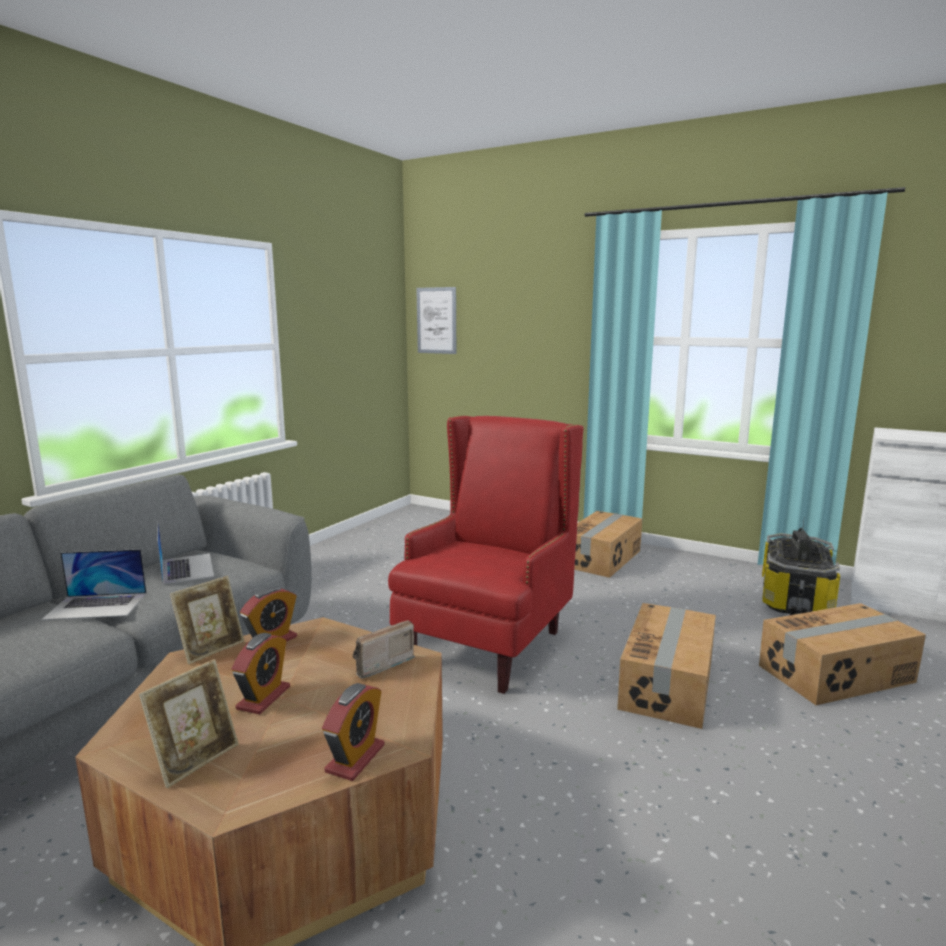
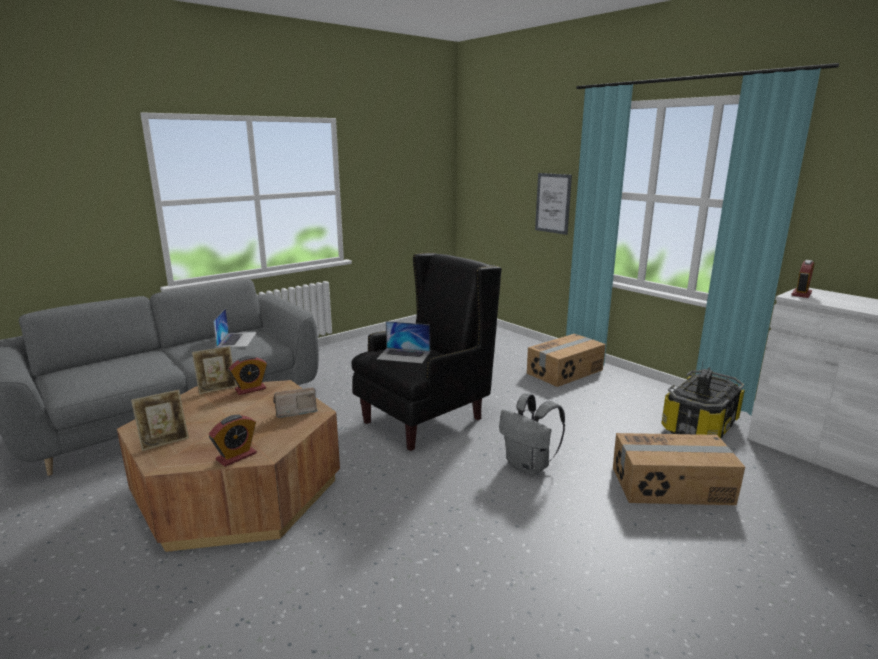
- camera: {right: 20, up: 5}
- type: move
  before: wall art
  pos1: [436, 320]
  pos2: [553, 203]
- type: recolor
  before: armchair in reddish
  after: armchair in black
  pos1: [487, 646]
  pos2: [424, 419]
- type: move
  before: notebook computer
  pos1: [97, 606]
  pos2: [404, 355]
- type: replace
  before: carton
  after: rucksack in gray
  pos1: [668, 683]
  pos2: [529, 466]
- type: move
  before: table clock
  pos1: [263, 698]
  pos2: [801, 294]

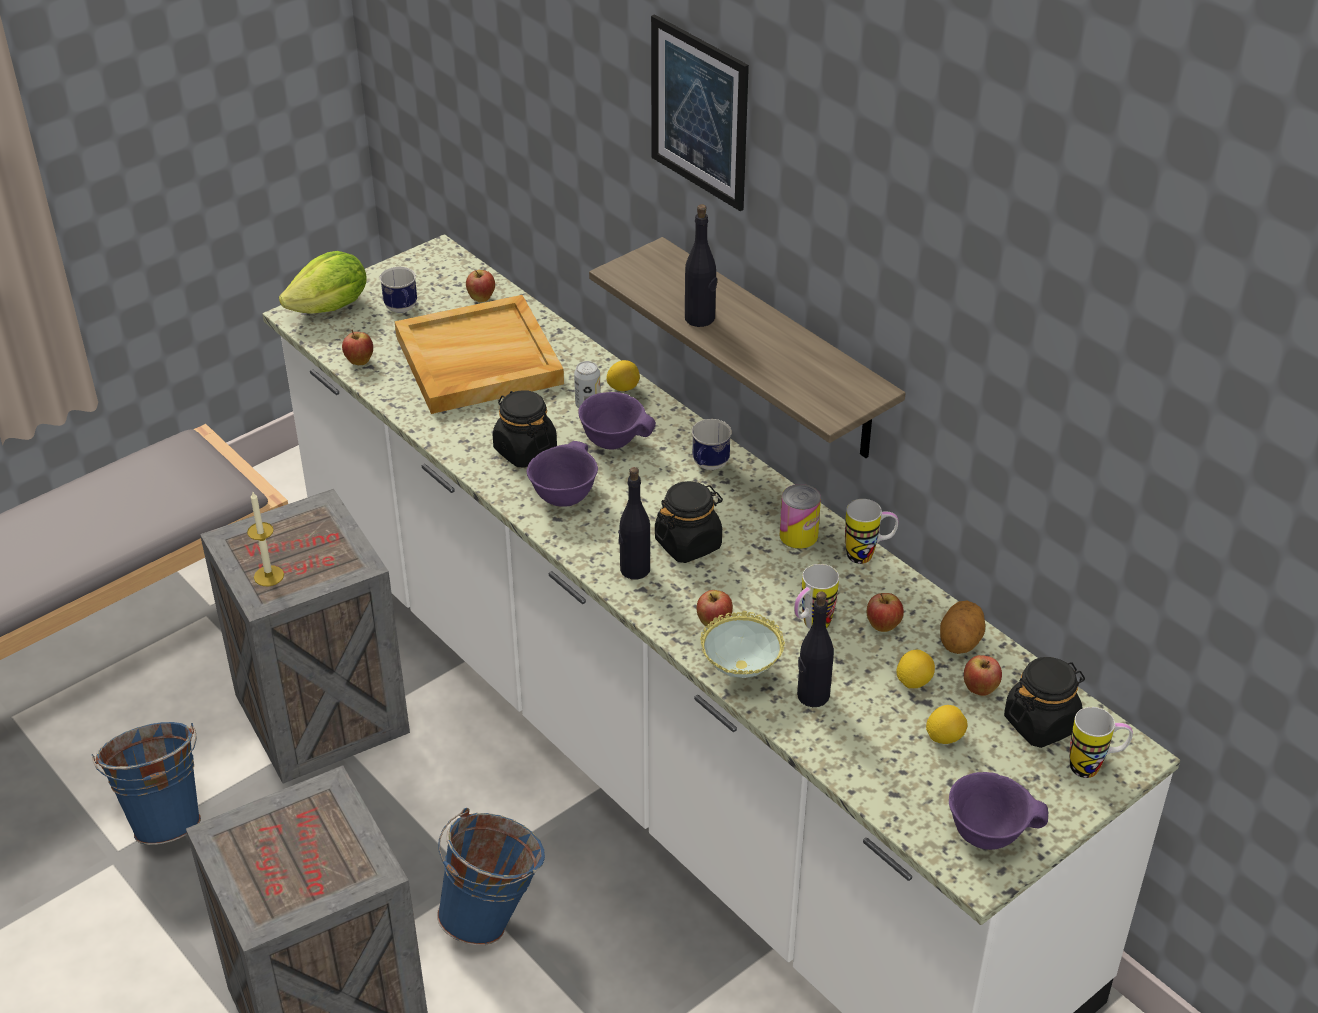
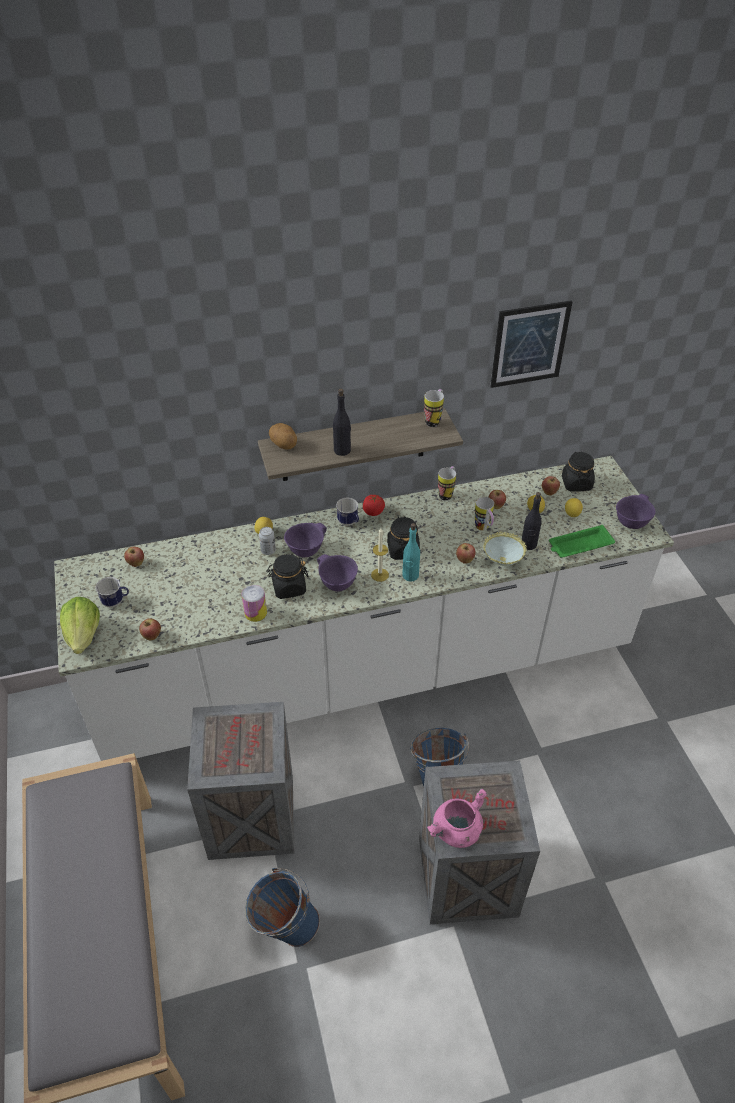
- camera: {right: -65, up: 5}
- type: move
  before: wall art
  pos1: [699, 112]
  pos2: [529, 344]
- type: delete
  before: tray in beige
  pos1: [477, 361]
- type: recolor
  before: beverage bottle in black
  after: beverage bottle in blue-green
  pos1: [634, 569]
  pos2: [410, 575]
- type: move
  before: can
  pos1: [798, 535]
  pos2: [255, 613]
- type: move
  before: wax light
  pos1: [269, 576]
  pos2: [380, 575]
- type: move
  before: potato
  pos1: [960, 642]
  pos2: [284, 445]
- type: move
  before: tea mug
  pos1: [1094, 767]
  pos2: [434, 420]
- type: insert
  after: tomato
  pos2: [373, 511]
- type: insert
  after: tray in greenish
  pos2: [579, 545]
- type: insert
  after: stockpot in pink
  pos2: [456, 830]

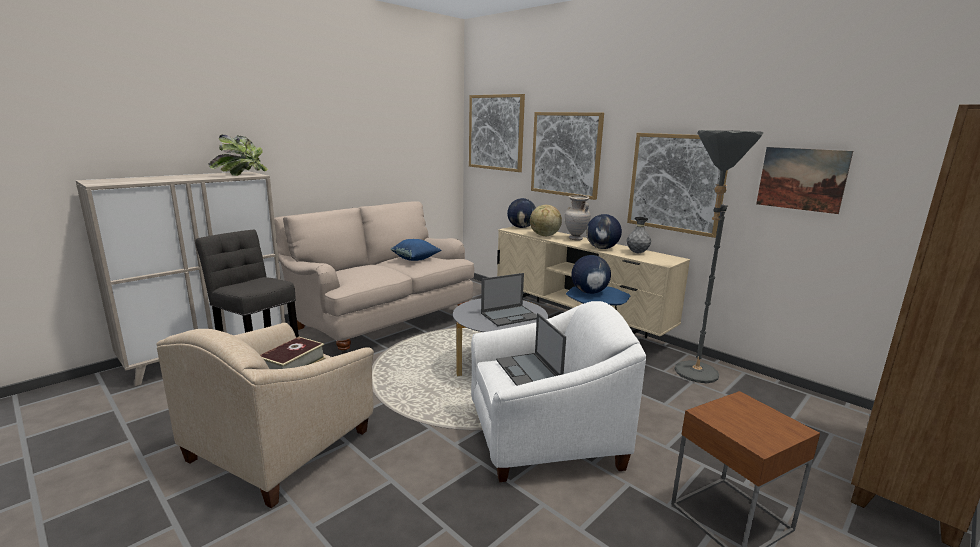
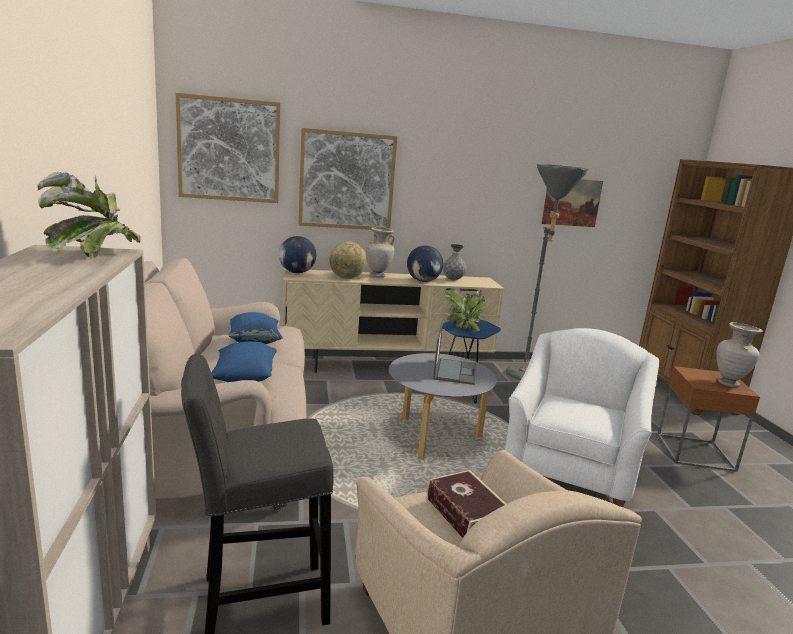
- camera: {right: -55, up: 0}
- type: delete
  before: wall art
  pos1: [676, 183]
- type: replace
  before: desk globe
  after: plant in a pot
  pos1: [589, 292]
  pos2: [463, 327]
- type: delete
  before: notebook computer
  pos1: [529, 371]
- type: insert
  after: vase in beige
  pos2: [729, 384]
- type: insert
  after: pillow in bluish
  pos2: [244, 378]

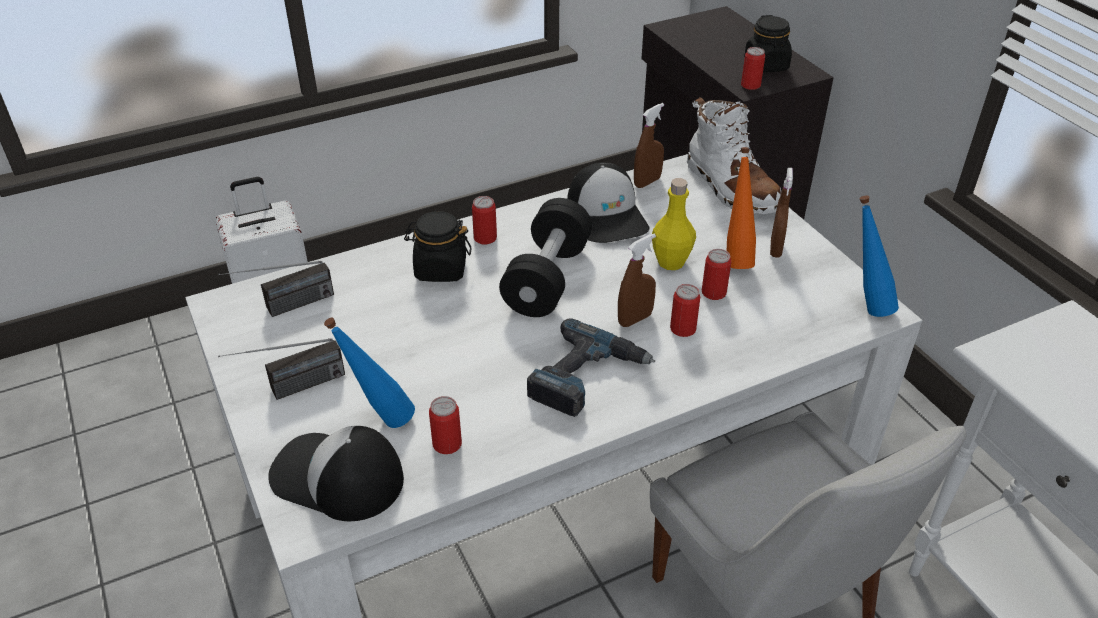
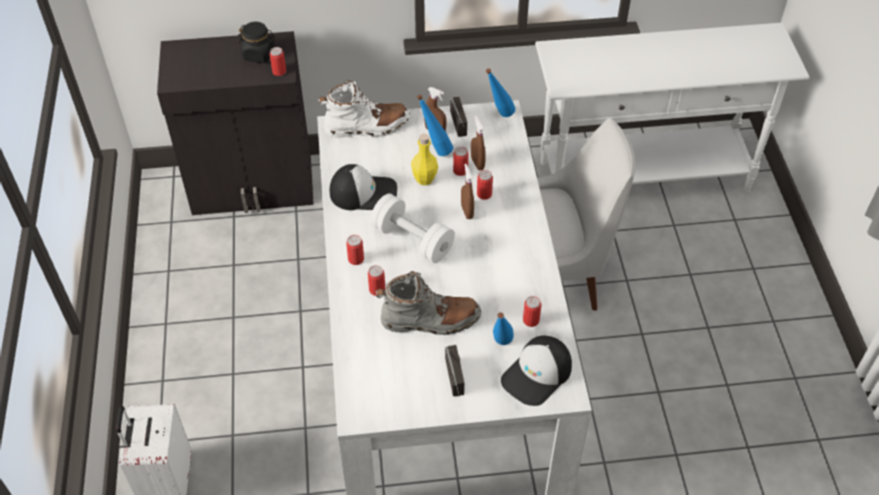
- camera: {right: -70, up: 10}
- type: move
  before: hand sprayer in brownish
  pos1: [647, 182]
  pos2: [477, 163]
- type: recolor
  before: beverage bottle in orange-coloured
  after: beverage bottle in bluish
  pos1: [736, 258]
  pos2: [435, 150]
- type: recolor
  before: free weight in black
  after: free weight in white-coloured
  pos1: [547, 279]
  pos2: [412, 240]
- type: replace
  before: jar in black
  after: can
  pos1: [440, 269]
  pos2: [377, 289]
- type: move
  before: radio receiver
  pos1: [284, 308]
  pos2: [461, 130]
- type: delete
  before: drill
  pos1: [587, 377]
- type: insert
  after: tall boot in gray
  pos2: [430, 320]

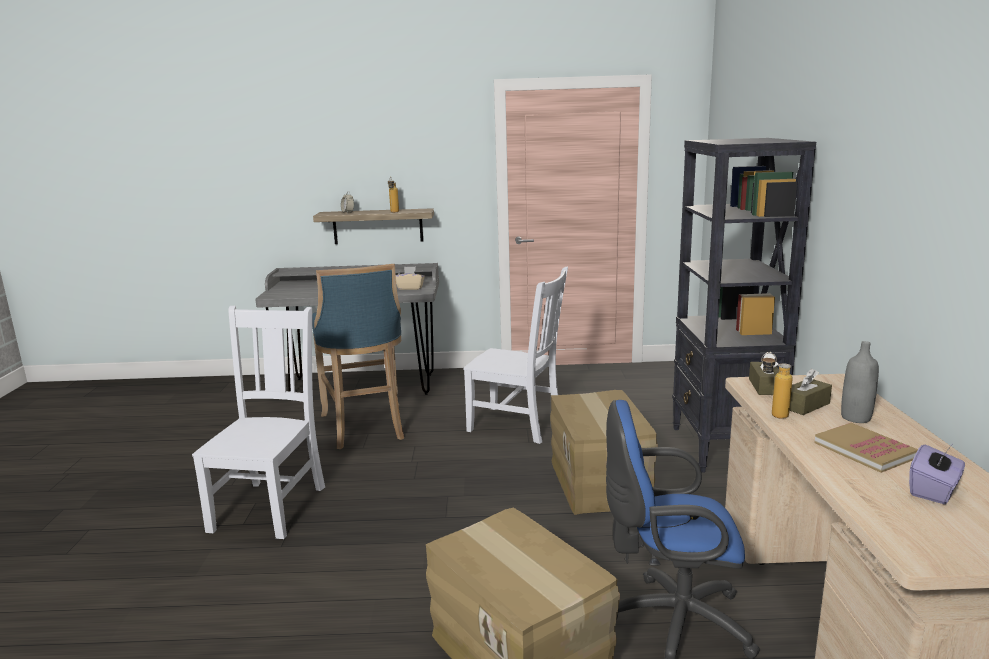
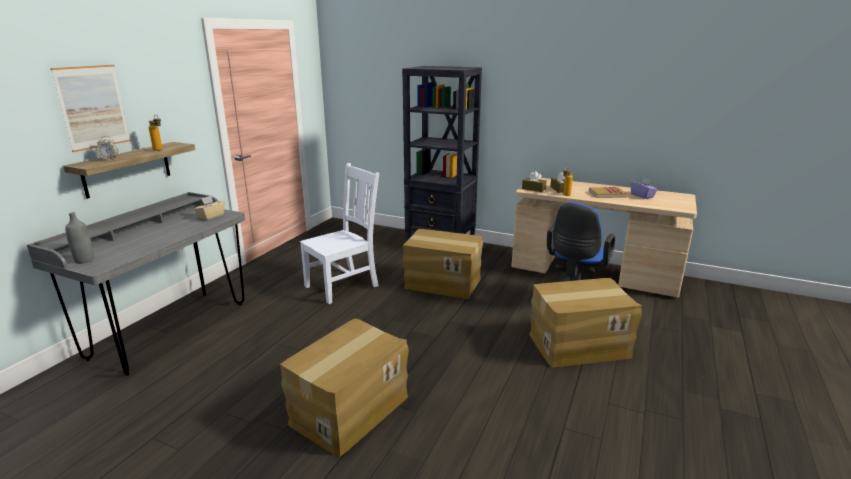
- camera: {right: -65, up: 5}
- type: delete
  before: sitting stool in bluish
  pos1: [365, 427]
- type: replace
  before: chair in white-coloured
  after: carton
  pos1: [271, 506]
  pos2: [348, 409]
- type: move
  before: beverage bottle in gray
  pos1: [856, 418]
  pos2: [84, 260]
- type: insert
  after: wall art
  pos2: [93, 107]

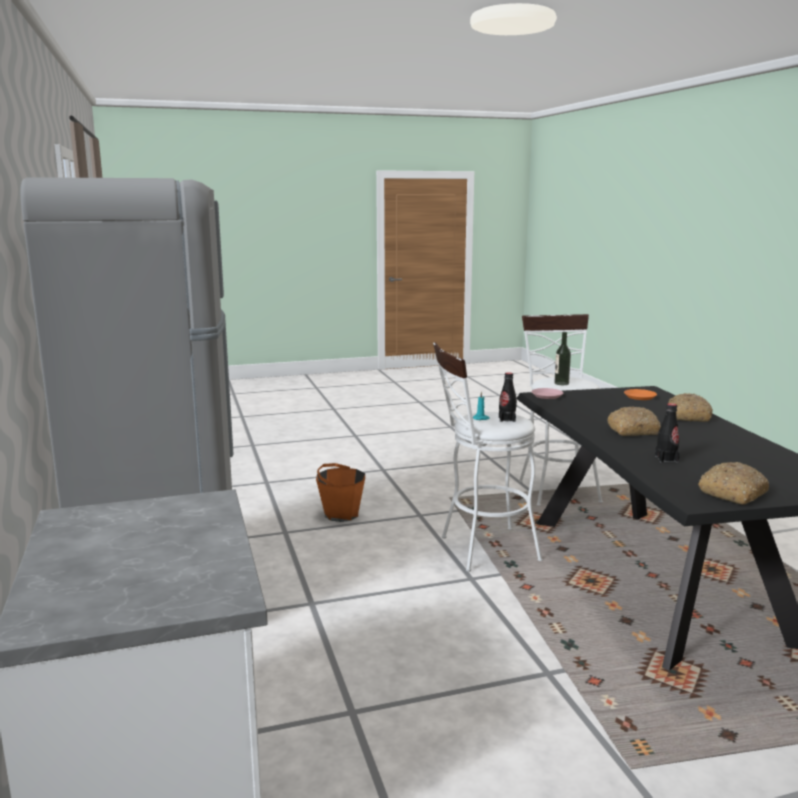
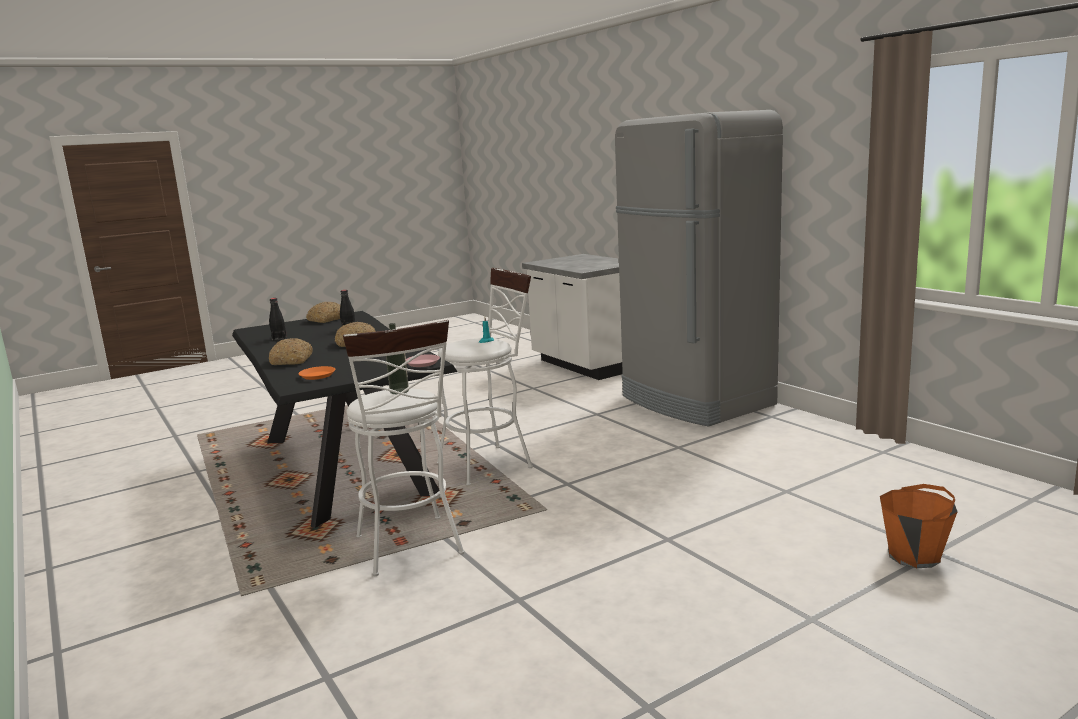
- camera: {right: 165, up: 0}
- type: move
  before: beverage bottle in black
  pos1: [507, 419]
  pos2: [279, 338]
- type: move
  before: bucket in orange-coloured
  pos1: [341, 514]
  pos2: [914, 556]

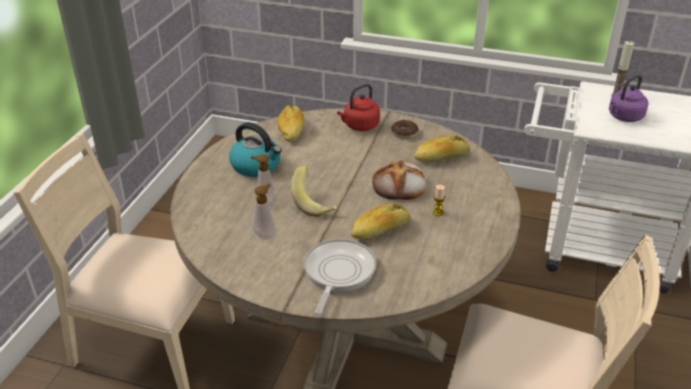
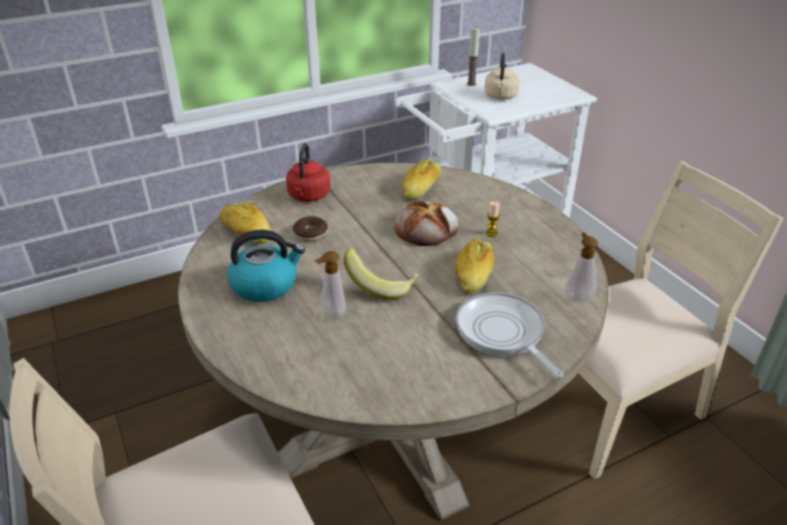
- camera: {right: -45, up: 0}
- type: recolor
  before: tea kettle in purple-coloured
  after: tea kettle in beige
  pos1: [624, 117]
  pos2: [500, 97]
- type: move
  before: doughnut
  pos1: [404, 133]
  pos2: [310, 233]
- type: move
  before: liquid soap bottle
  pos1: [266, 235]
  pos2: [577, 296]

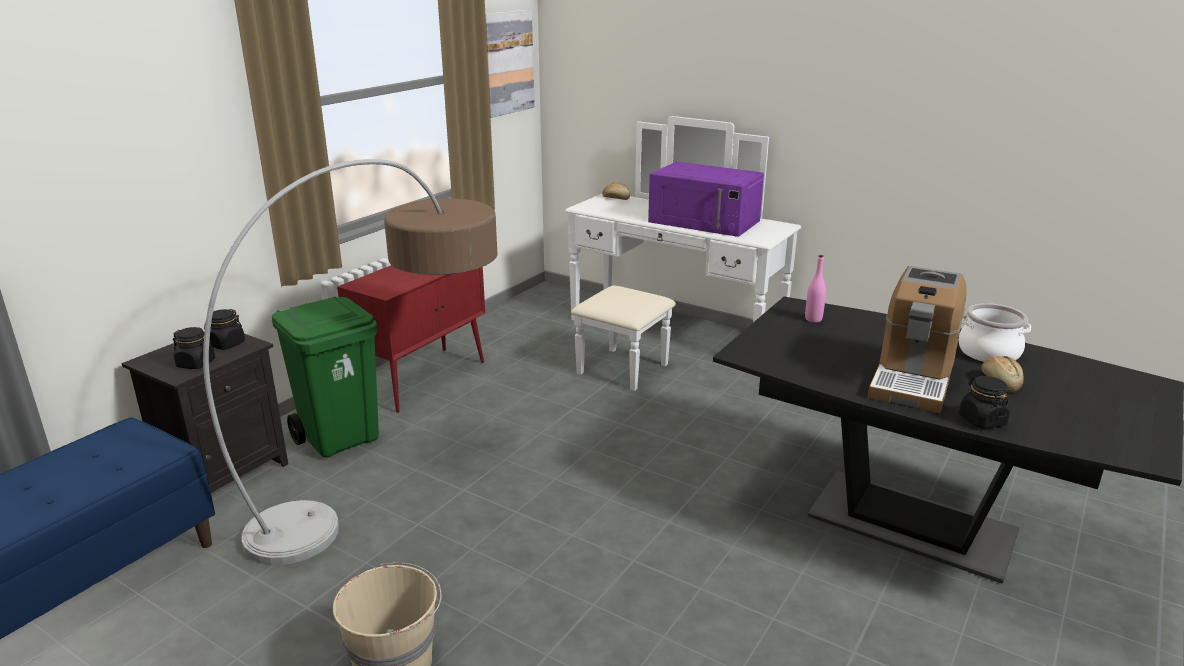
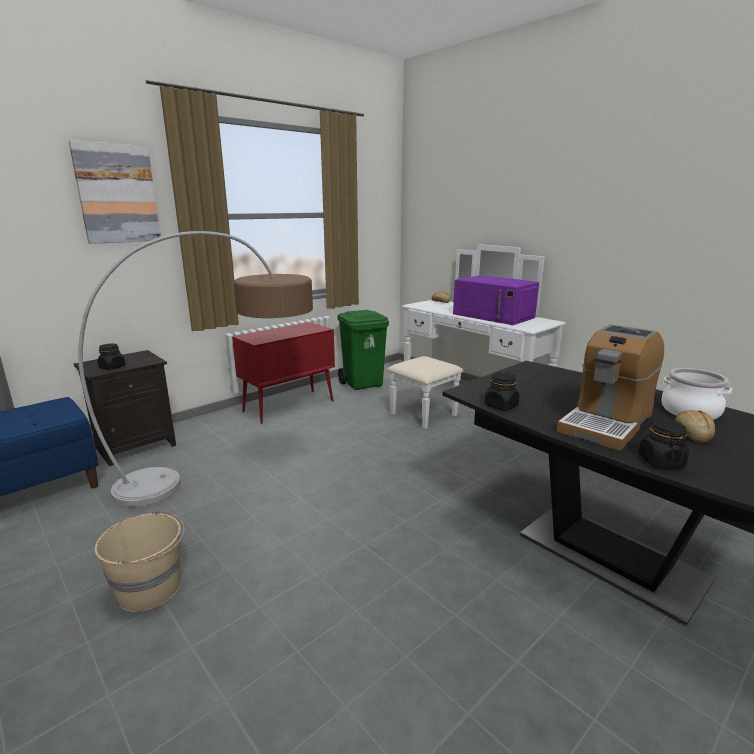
- camera: {right: 15, up: -5}
- type: move
  before: wall art
  pos1: [507, 63]
  pos2: [117, 194]
- type: delete
  before: beverage bottle in pink
  pos1: [813, 319]
- type: move
  before: rubbish bin in greenish
  pos1: [341, 438]
  pos2: [363, 384]
- type: move
  before: jar in black
  pos1: [226, 344]
  pos2: [501, 406]

